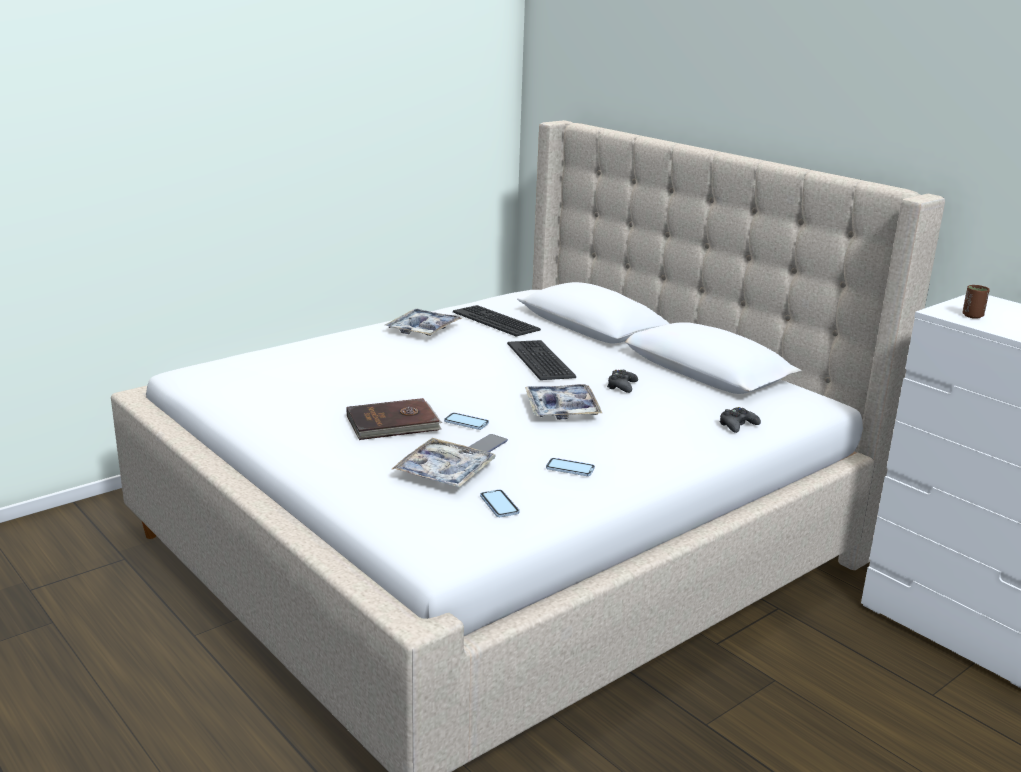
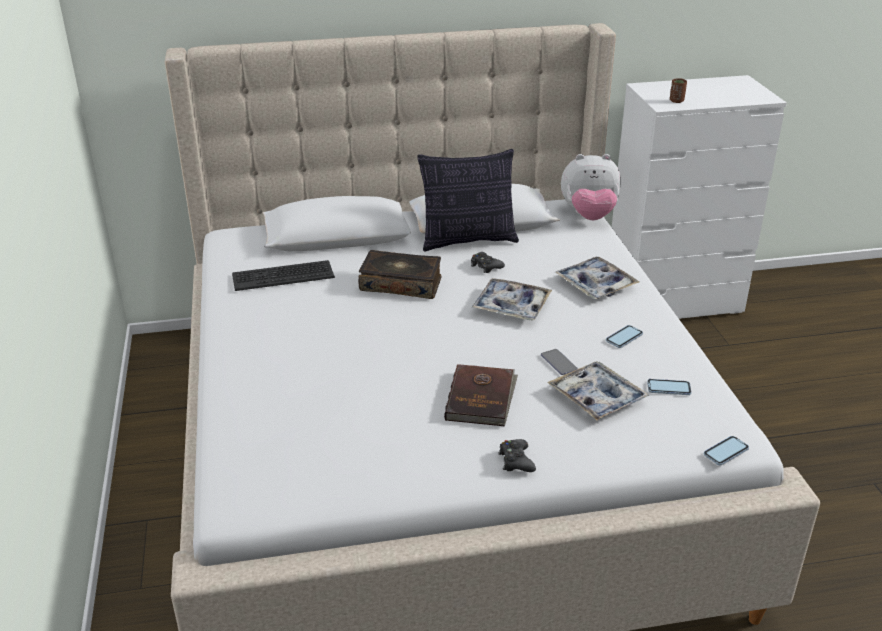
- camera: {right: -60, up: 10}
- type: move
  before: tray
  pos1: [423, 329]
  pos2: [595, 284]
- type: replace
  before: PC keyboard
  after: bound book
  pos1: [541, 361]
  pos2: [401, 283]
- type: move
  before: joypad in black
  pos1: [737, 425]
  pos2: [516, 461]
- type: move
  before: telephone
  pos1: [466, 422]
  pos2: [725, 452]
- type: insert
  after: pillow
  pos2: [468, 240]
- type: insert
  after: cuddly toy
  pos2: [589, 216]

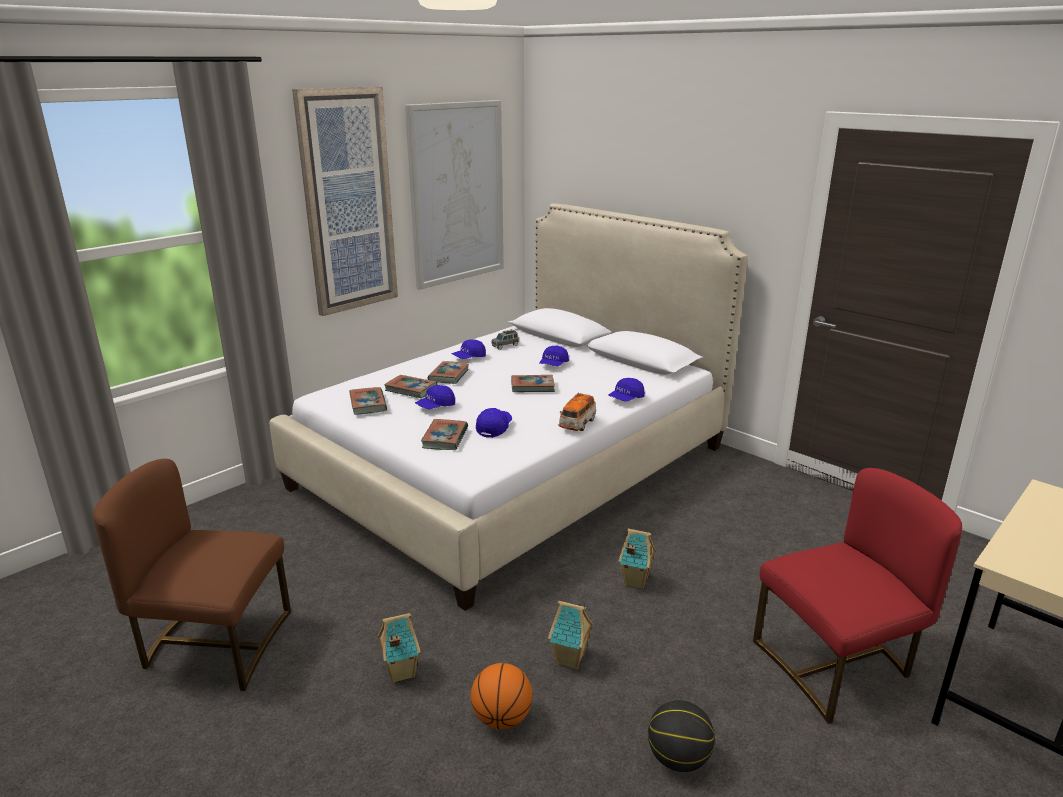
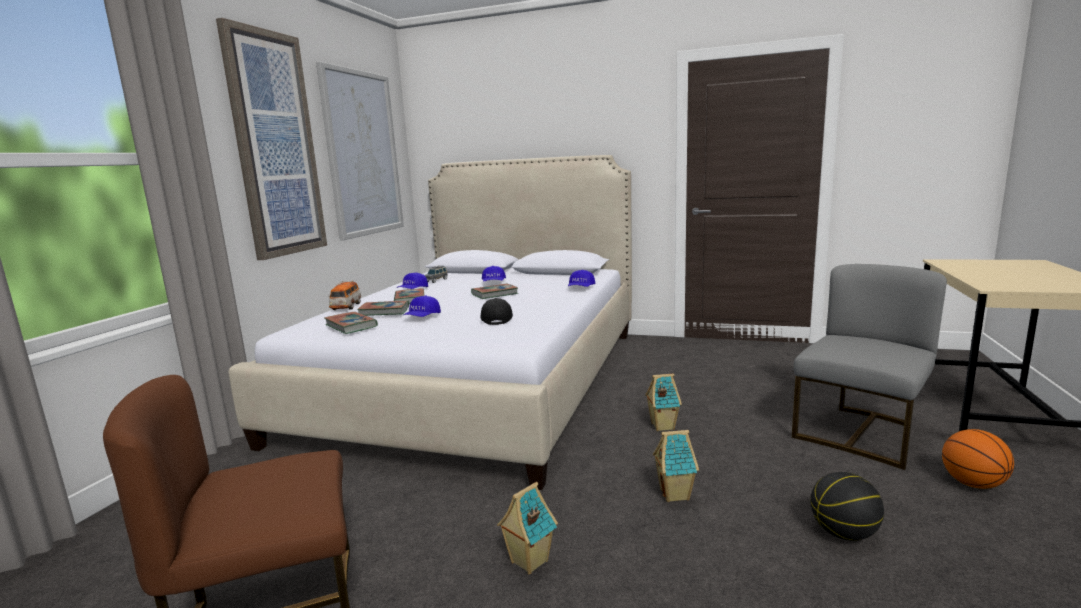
- camera: {right: -25, up: -10}
- type: move
  before: toy car
  pos1: [577, 424]
  pos2: [346, 307]
- type: recolor
  before: baseball cap in bluish
  after: baseball cap in black
  pos1: [494, 428]
  pos2: [497, 319]
- type: delete
  before: bound book
  pos1: [445, 438]
- type: recolor
  before: chair in reddish
  after: chair in gray
  pos1: [836, 665]
  pos2: [860, 433]
- type: move
  before: ball for basketball
  pos1: [502, 718]
  pos2: [973, 484]

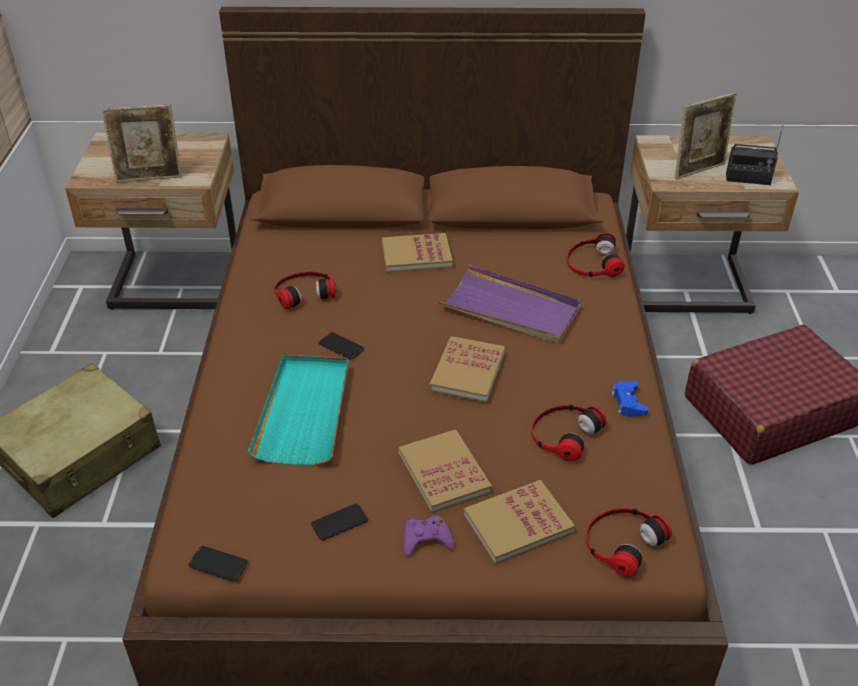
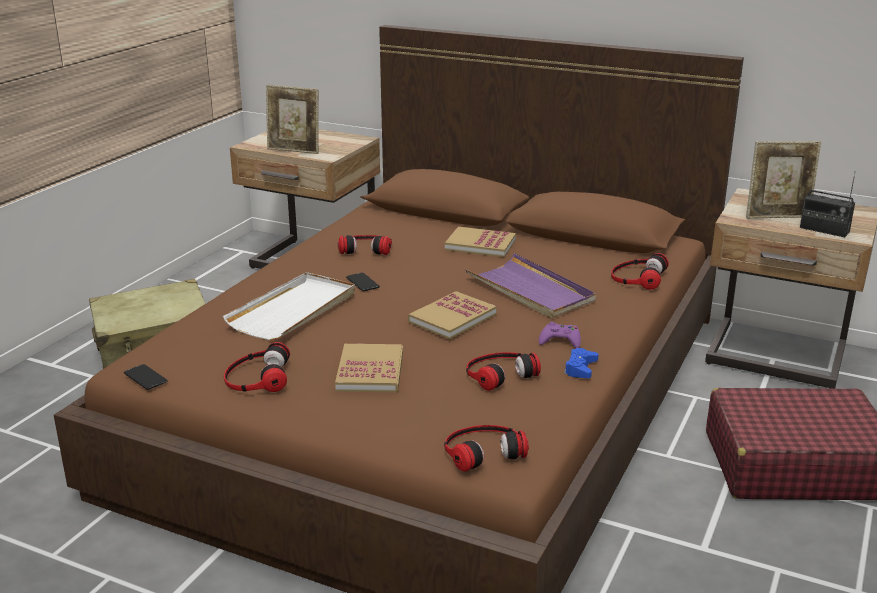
- camera: {right: 25, up: -15}
- type: recolor
  before: tray in blue-green
  after: tray in white-coloured
  pos1: [304, 411]
  pos2: [294, 310]
- type: delete
  before: bound book
  pos1: [518, 524]
- type: replace
  before: telephone
  after: pair of headphones
  pos1: [339, 522]
  pos2: [257, 377]
- type: move
  before: joypad in purple-coloured
  pos1: [426, 539]
  pos2: [560, 340]

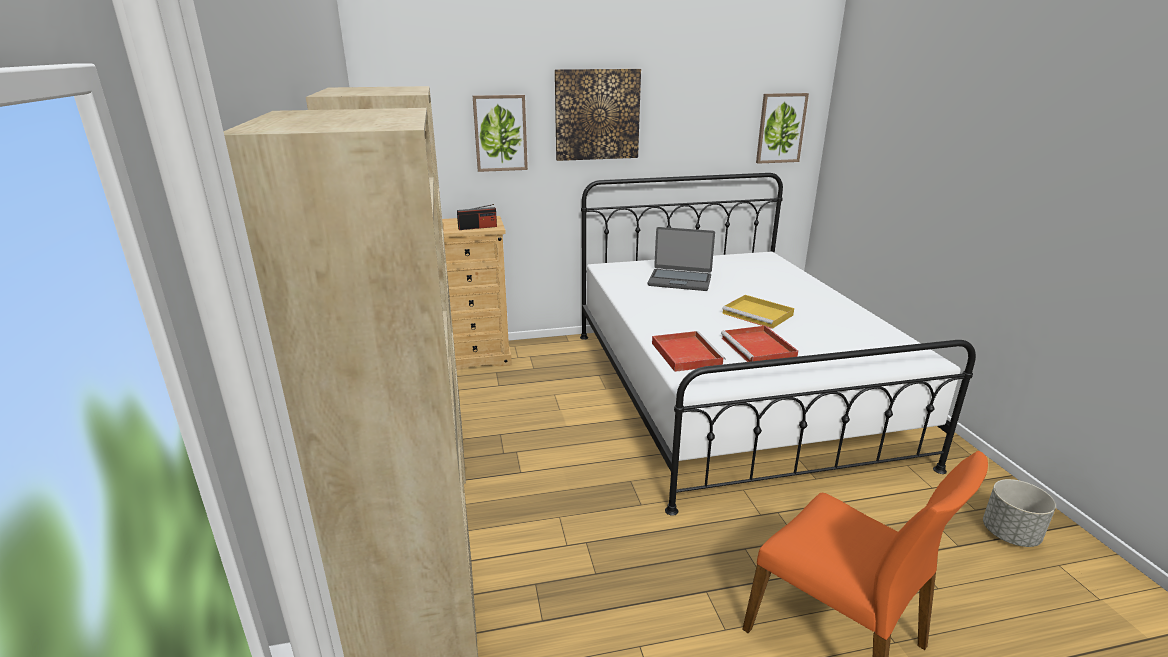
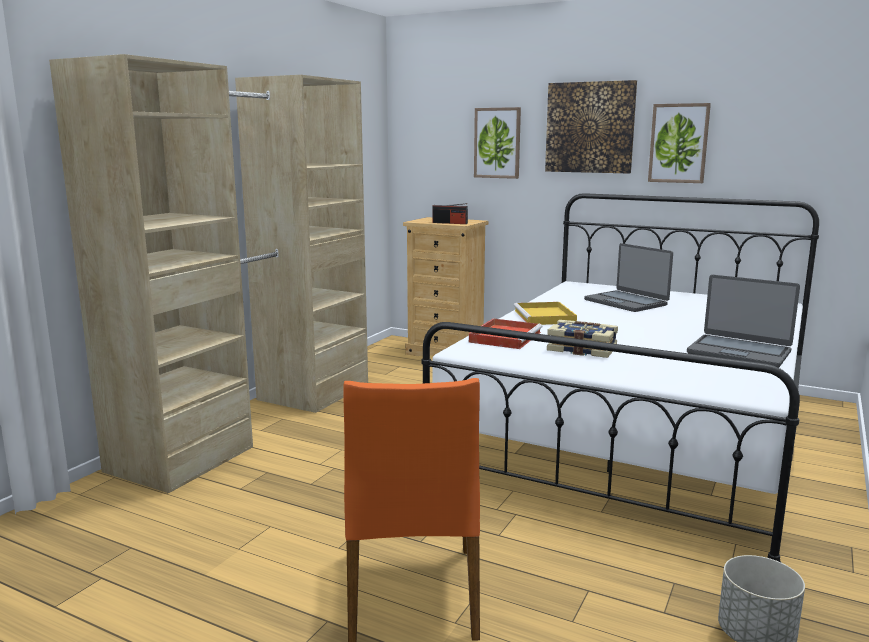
- camera: {right: 40, up: -10}
- type: move
  before: wall art
  pos1: [780, 128]
  pos2: [678, 143]
- type: move
  before: tray in yellowish
  pos1: [759, 314]
  pos2: [545, 317]
- type: replace
  before: tray in reddish
  after: bound book
  pos1: [759, 348]
  pos2: [582, 349]
- type: insert
  after: notebook computer
  pos2: [739, 352]

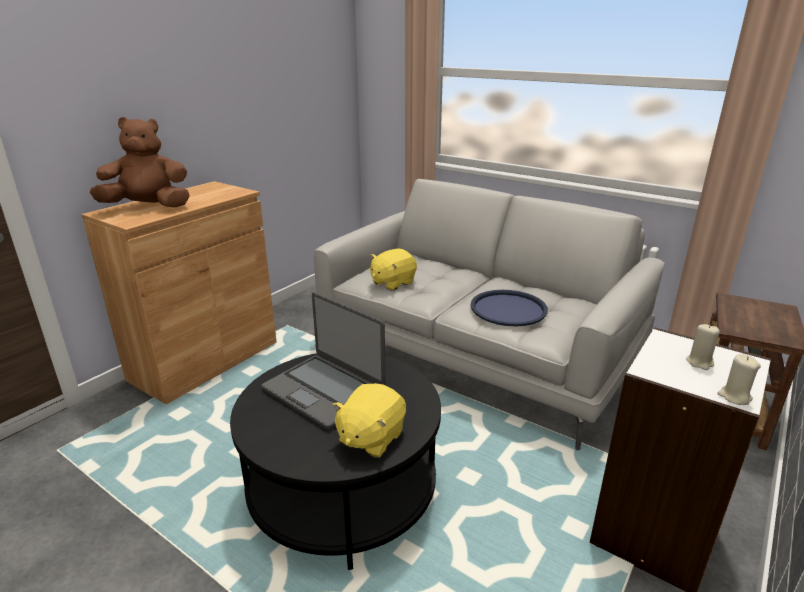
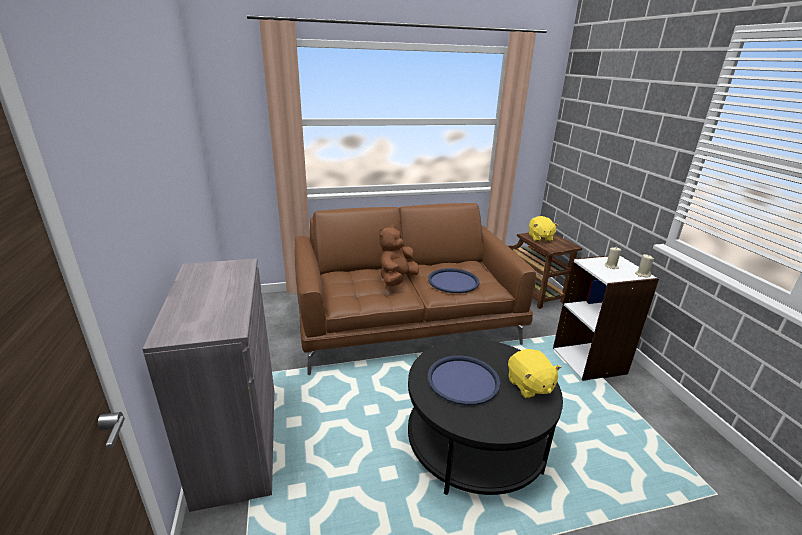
- camera: {right: -50, up: 0}
- type: move
  before: cuddly toy in brownish
  pos1: [148, 207]
  pos2: [397, 280]
- type: recolor
  before: sofa in gray
  after: sofa in brownish
  pos1: [477, 351]
  pos2: [406, 321]
- type: recolor
  before: cabinet in brownish
  after: cabinet in gray
  pos1: [205, 361]
  pos2: [238, 442]
- type: move
  before: cuddly toy in yellowish
  pos1: [392, 283]
  pos2: [540, 238]
- type: replace
  before: notebook computer
  after: tray in bluish
  pos1: [324, 390]
  pos2: [463, 380]

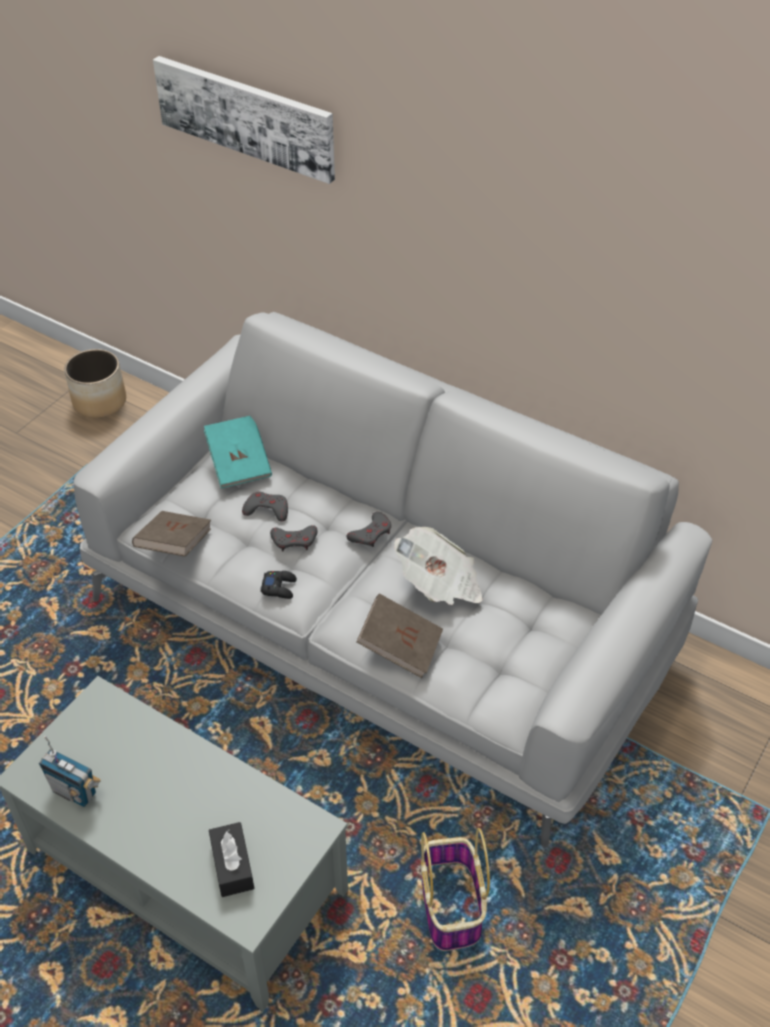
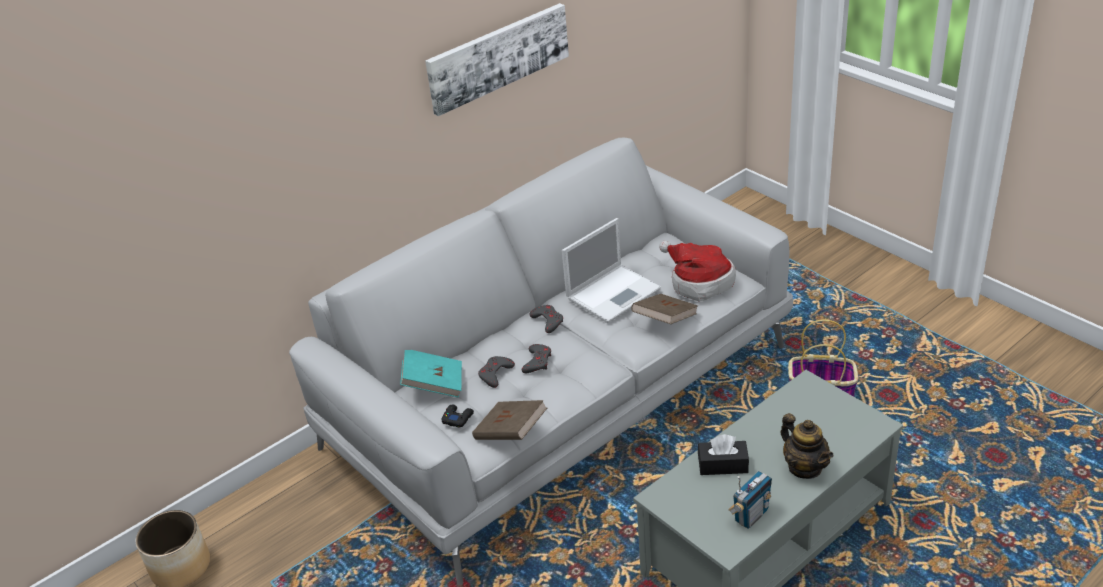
- camera: {right: -70, up: -10}
- type: move
  before: wall art
  pos1: [246, 116]
  pos2: [497, 57]
- type: replace
  before: daily paper
  after: notebook computer
  pos1: [439, 584]
  pos2: [614, 292]
- type: move
  before: joypad in black
  pos1: [279, 587]
  pos2: [457, 418]
- type: move
  before: tissue holder in black
  pos1: [232, 865]
  pos2: [723, 465]
- type: insert
  after: clothing hat
  pos2: [698, 282]
- type: insert
  after: pot for tea
  pos2: [804, 467]

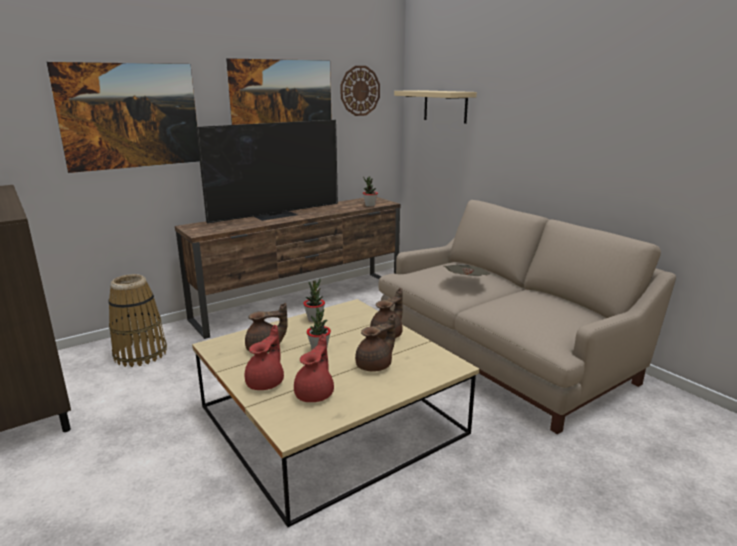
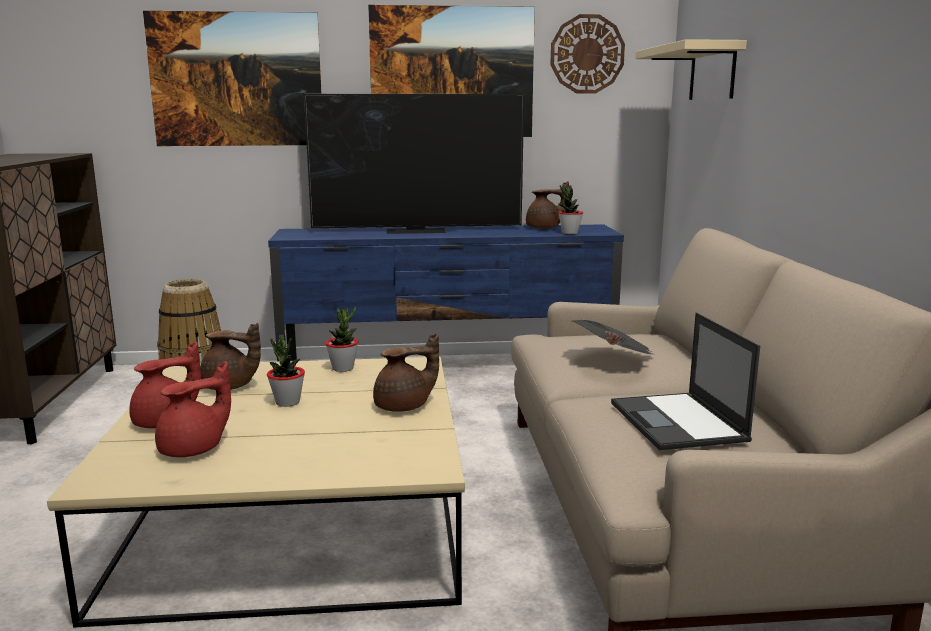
- camera: {right: 30, up: -5}
- type: recolor
  before: media console in brownish
  after: media console in bluish
  pos1: [302, 302]
  pos2: [449, 368]
- type: move
  before: pot for tea in brownish
  pos1: [375, 365]
  pos2: [545, 228]
- type: insert
  after: notebook computer
  pos2: [678, 422]

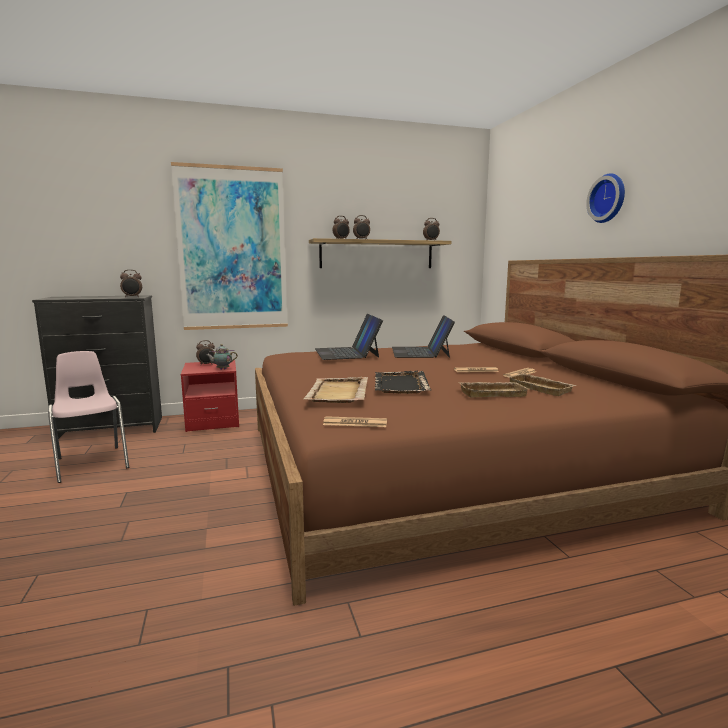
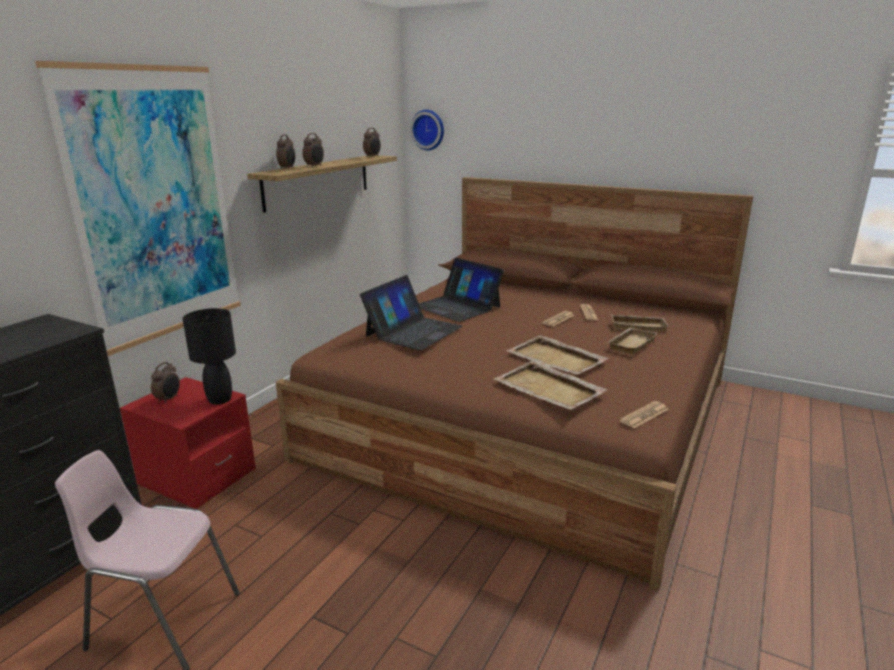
- camera: {right: -45, up: 10}
- type: move
  before: wall clock
  pos1: [609, 198]
  pos2: [428, 130]
- type: delete
  before: table clock
  pos1: [132, 297]
- type: rotate
  before: notebook computer
  pos1: [347, 353]
  pos2: [413, 331]
  turn: -90
- type: replace
  before: pot for tea
  after: table lamp in black
  pos1: [222, 369]
  pos2: [220, 399]
- type: recolor
  before: tray in black
  after: tray in beige
  pos1: [400, 385]
  pos2: [557, 359]

